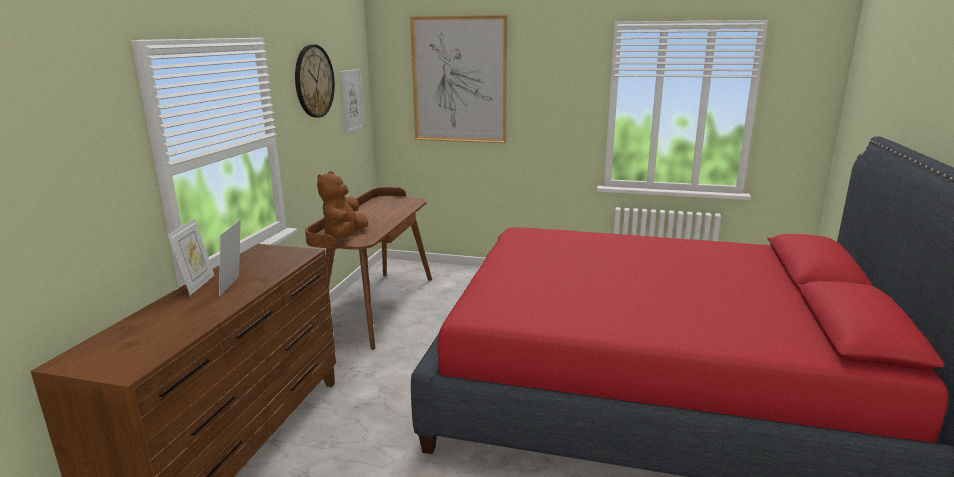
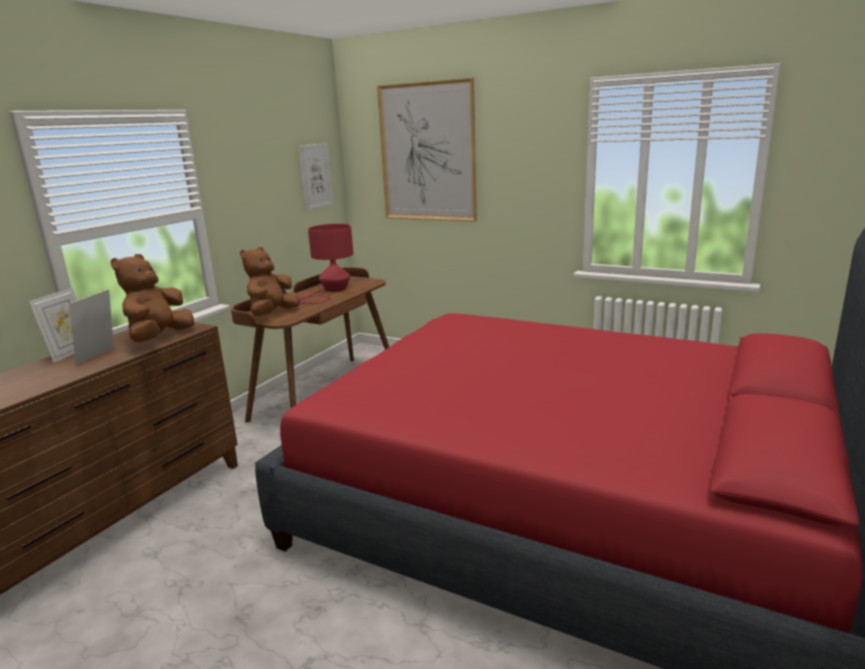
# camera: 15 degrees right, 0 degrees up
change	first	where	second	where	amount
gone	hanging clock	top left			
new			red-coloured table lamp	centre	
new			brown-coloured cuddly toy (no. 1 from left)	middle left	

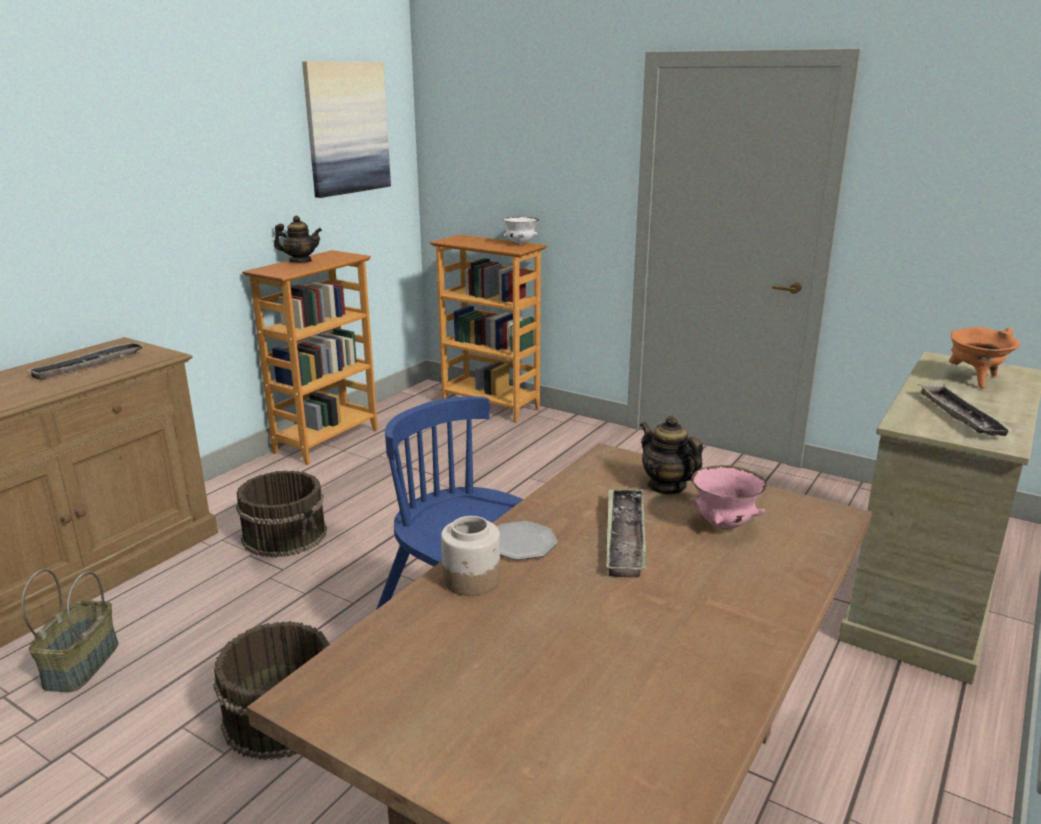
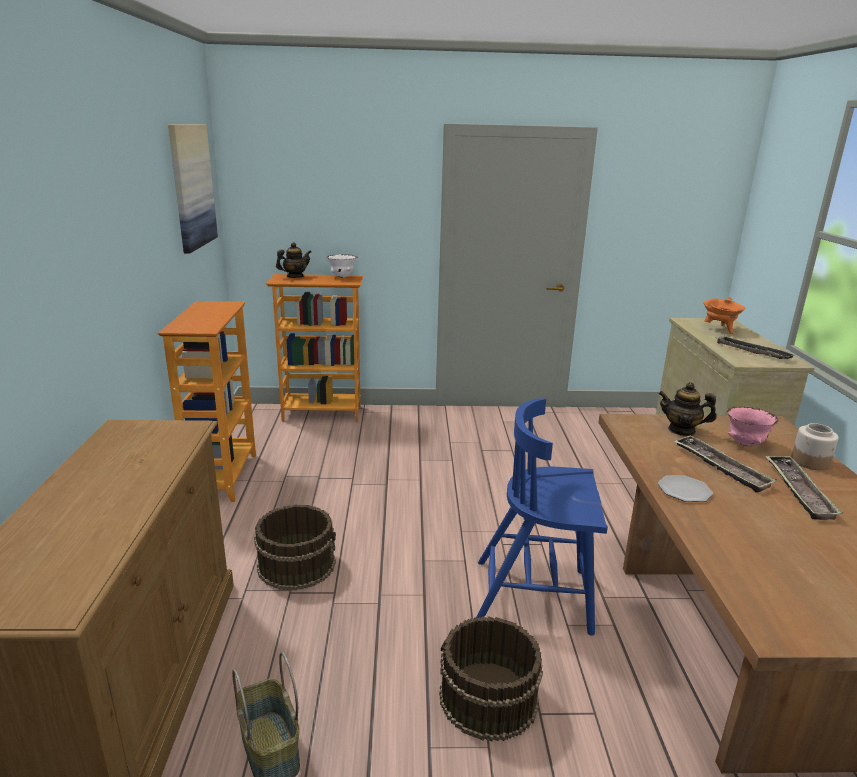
# camera: 35 degrees left, 0 degrees up
change	first	where	second	where	amount
shifted	tea pot (no. 1 from left)	top left		centre	
shifted	carrying tray (no. 1 from left in the first image)	middle left	carrying tray (no. 3 from left)	middle right	
shifted	jar	bottom centre		middle right	

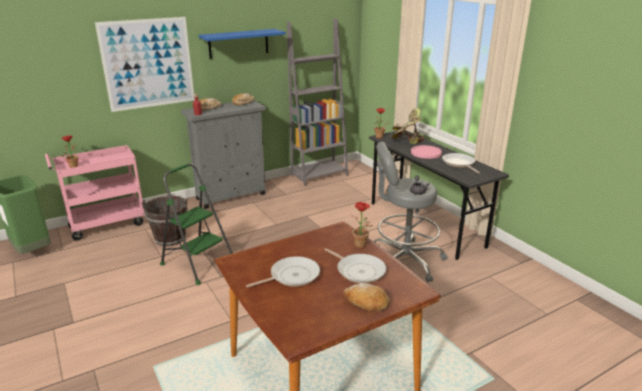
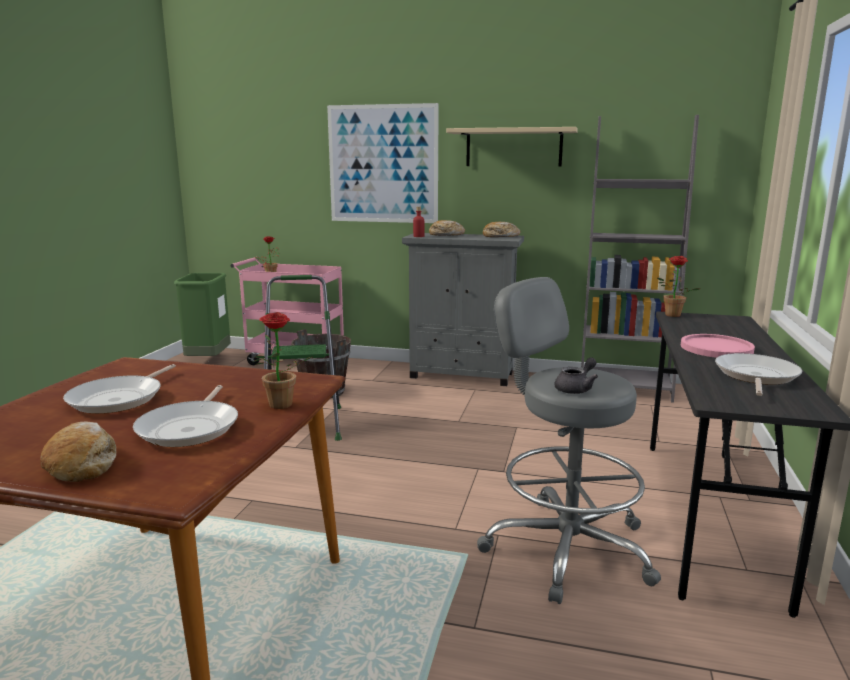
# camera: 45 degrees right, 10 degrees down
change	first	where	second	where	amount
repainted	bluish shelf	top centre	sand-coloured shelf	top centre	
gone	potted plant (no. 4 from left)	top centre			
rotated	frying pan (no. 1 from left)	bottom centre		middle left	90 degrees clockwise

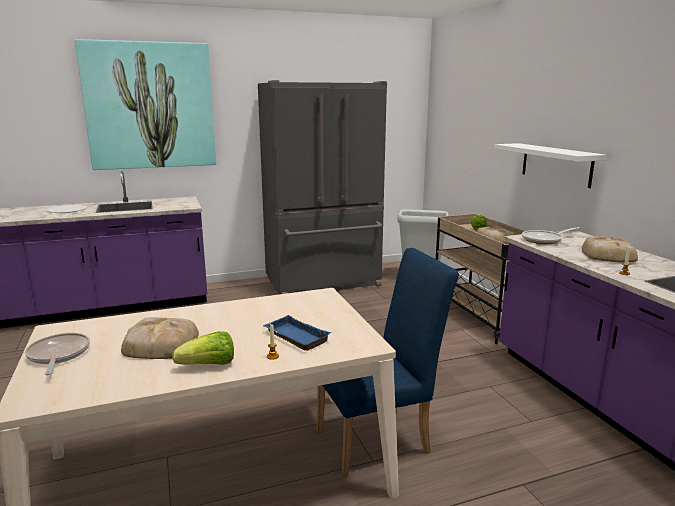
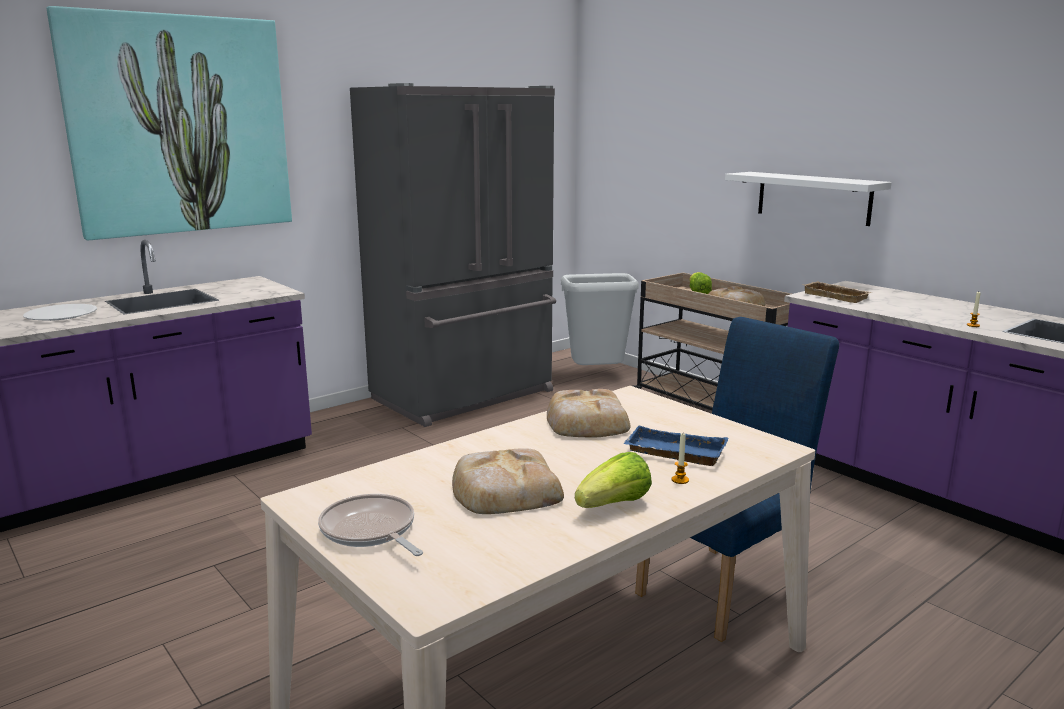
# camera: 20 degrees left, 0 degrees up
change	first	where	second	where	amount
swapped	frying pan (no. 2 from left)	middle right	sand-coloured carrying tray	middle right	
shifted	bread (no. 3 from left in the first image)	middle right	bread (no. 2 from left)	centre	

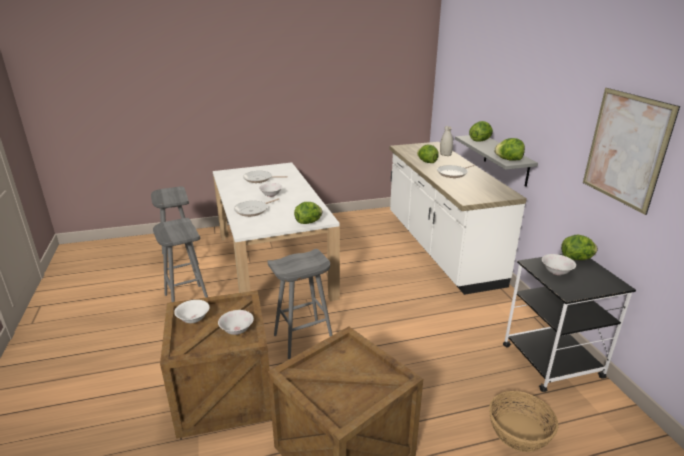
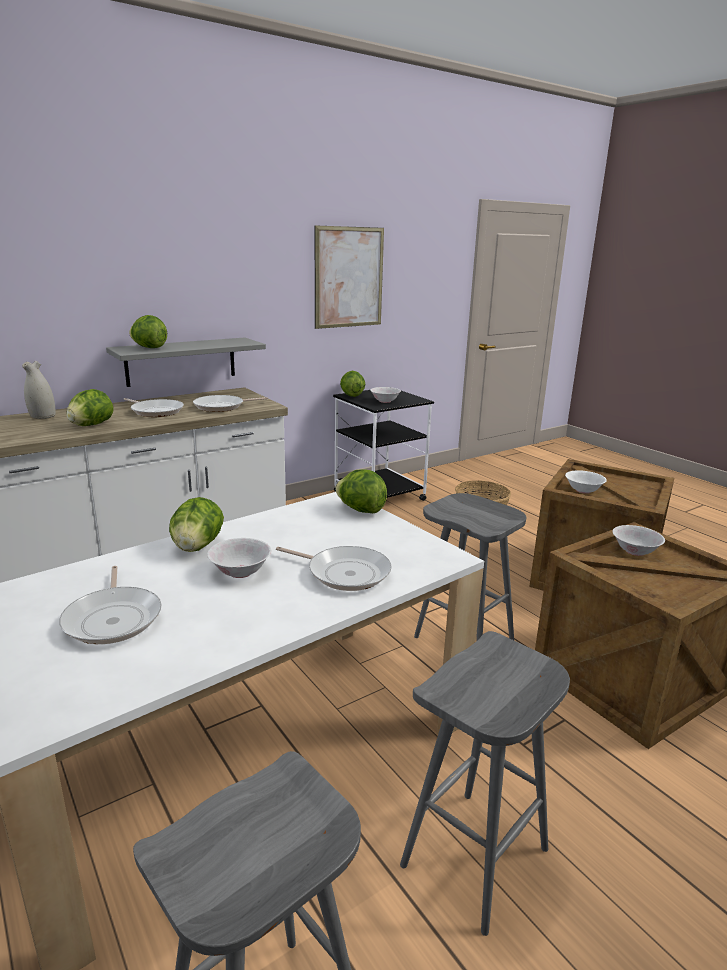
# camera: 110 degrees left, 5 degrees down
change	first	where	second	where	amount
shifted	head of lettuce (no. 4 from left in the first image)	top right	head of lettuce (no. 3 from left)	middle left	
shifted	white-coloured serving bowl (no. 1 from left in the first image)	bottom left	white-coloured serving bowl (no. 3 from left)	middle right	
new			frying pan (no. 3 from left)	middle left	

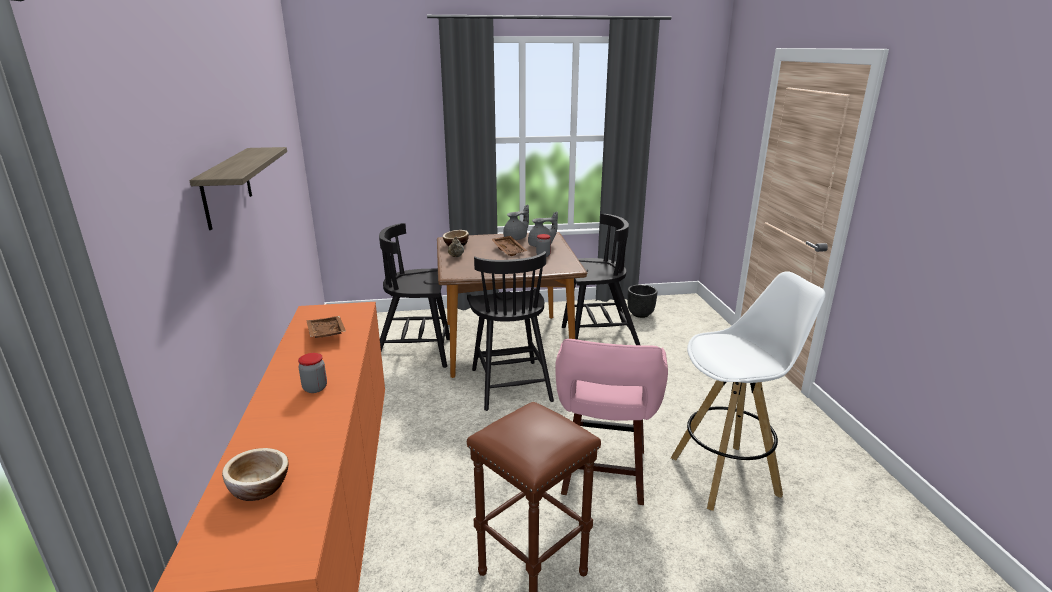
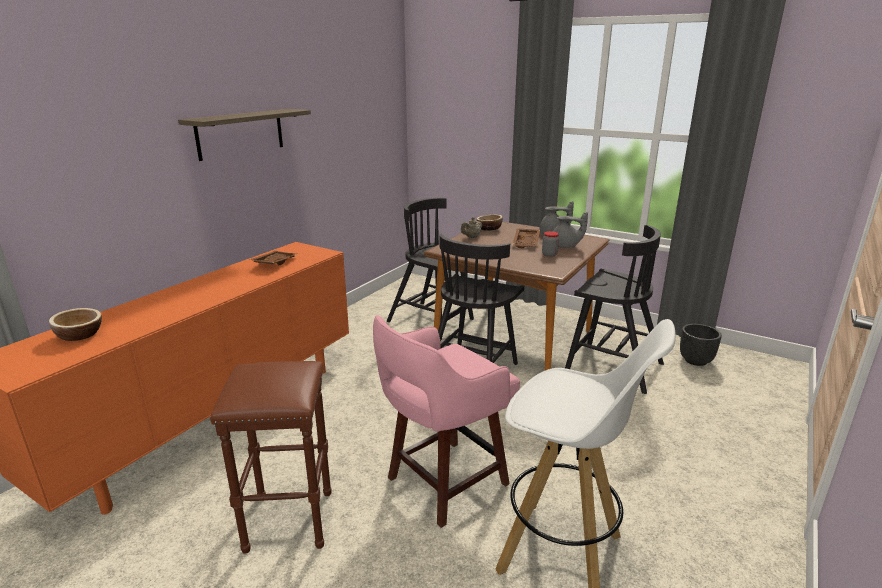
# camera: 40 degrees right, 0 degrees up
change	first	where	second	where	amount
gone	jar (no. 1 from left)	middle left			

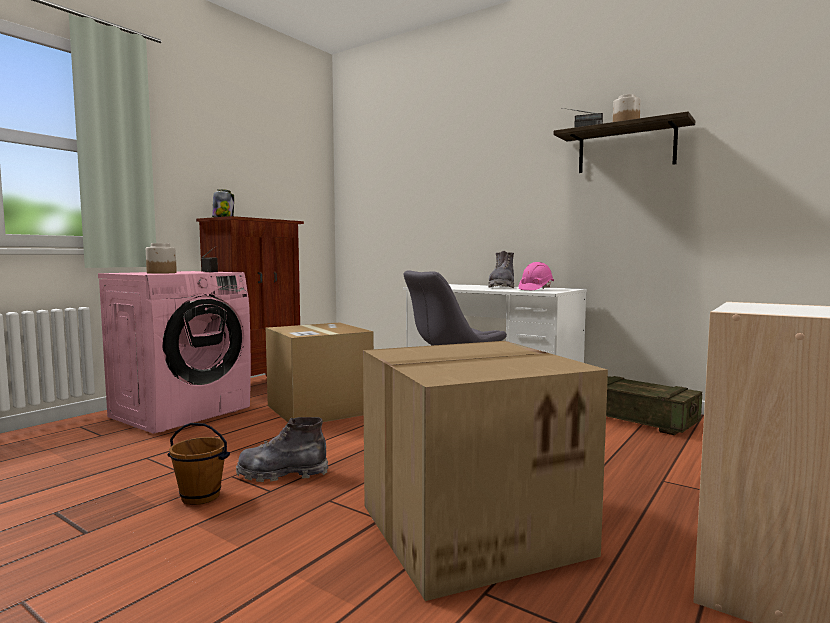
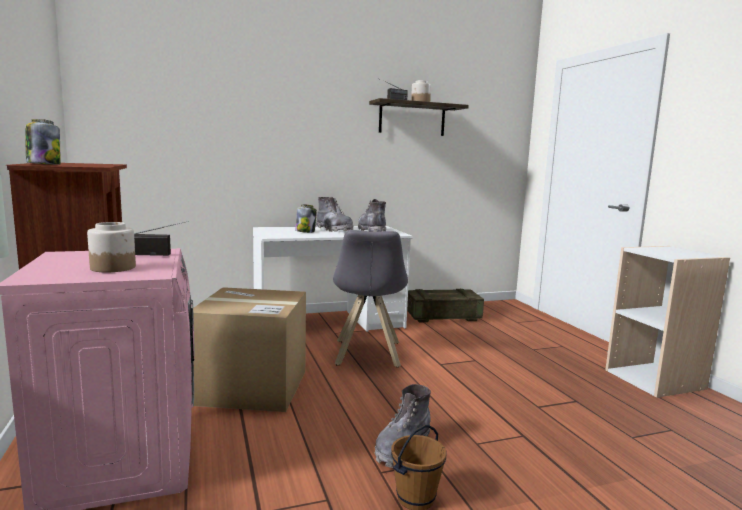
# camera: 55 degrees left, 5 degrees up
change	first	where	second	where	amount
swapped	pinkish hard hat	centre	grey high-top boot (no. 2 from left)	centre	
gone	carton (no. 2 from left)	bottom centre			
new			jar (no. 3 from left)	centre	

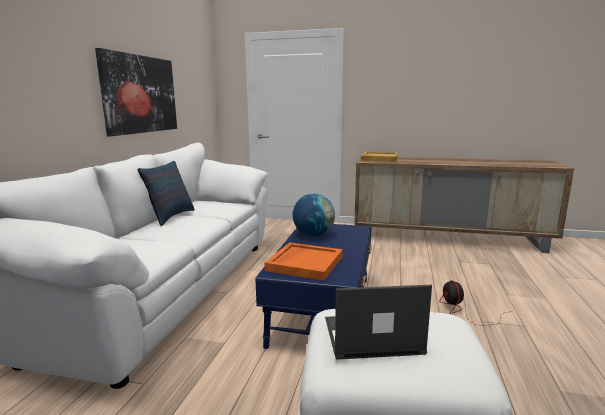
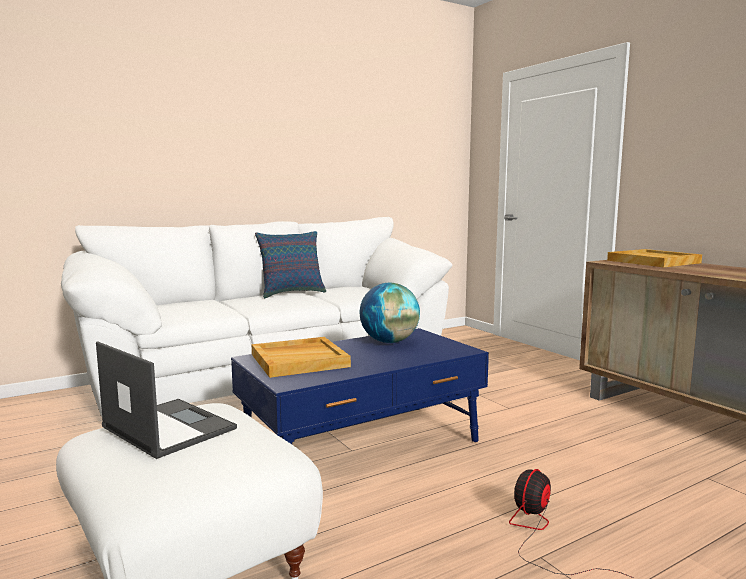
# camera: 45 degrees right, 5 degrees down
change	first	where	second	where	amount
gone	wall art	top left			
repainted	orange carrying tray	centre	sand-coloured carrying tray (no. 1 from left)	centre	

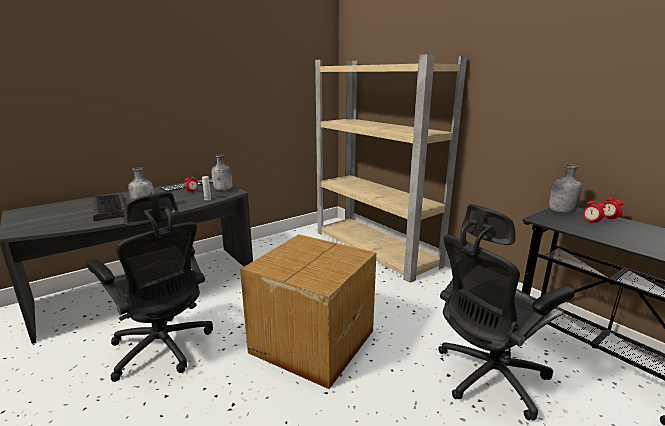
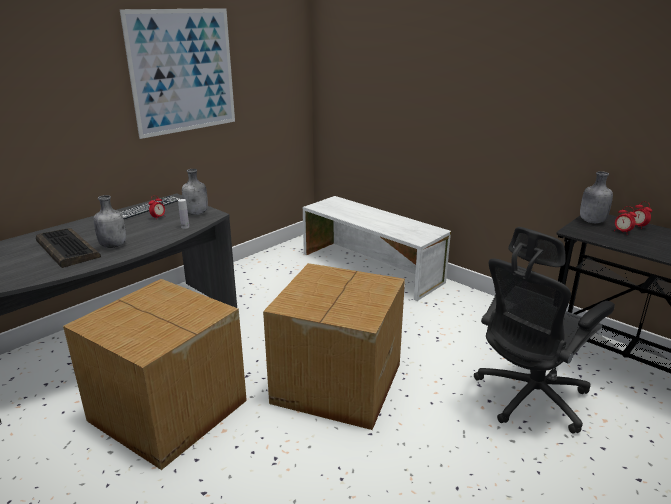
# camera: 10 degrees left, 5 degrees up
change	first	where	second	where	amount
swapped	sand-coloured shelving unit	centre	white-coloured bench	centre	
swapped	desk chair (no. 1 from left)	bottom left	carton (no. 1 from left)	bottom left	
new			wall art	top left	

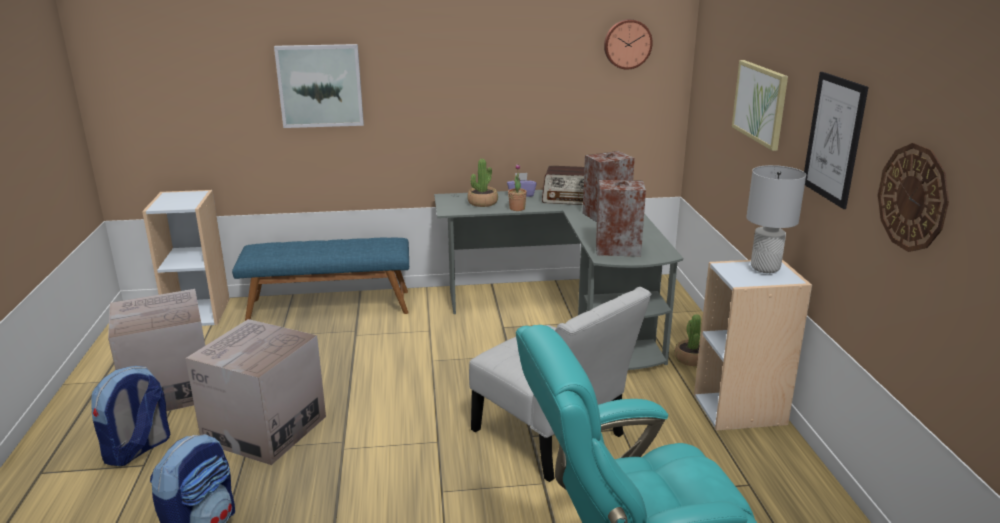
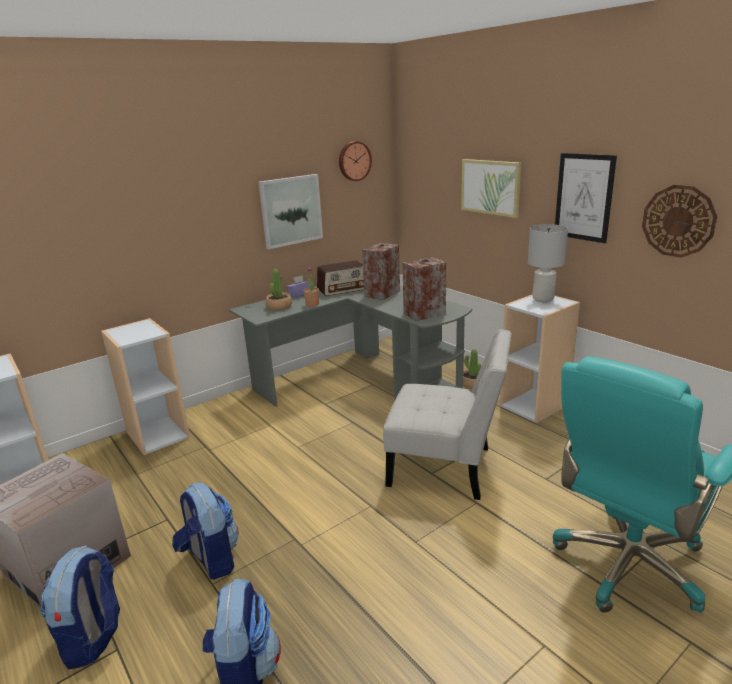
# camera: 30 degrees left, 0 degrees up
change	first	where	second	where	amount
shifted	wall art (no. 1 from left)	top left		top centre	
swapped	bluish bench	middle left	shelving unit (no. 2 from left)	middle left	
swapped	carton (no. 2 from left)	bottom left	knapsack (no. 2 from left)	bottom left	

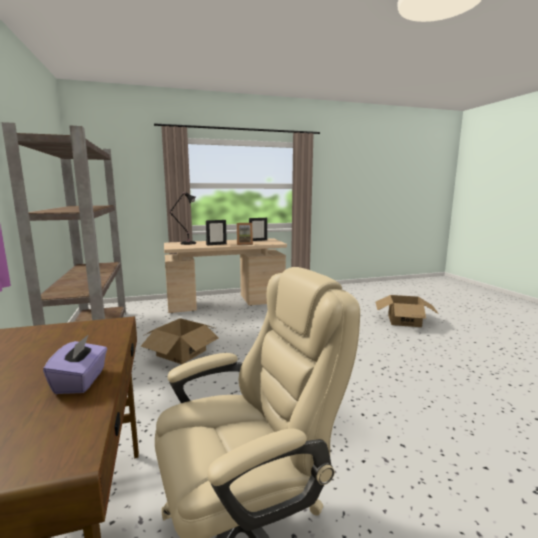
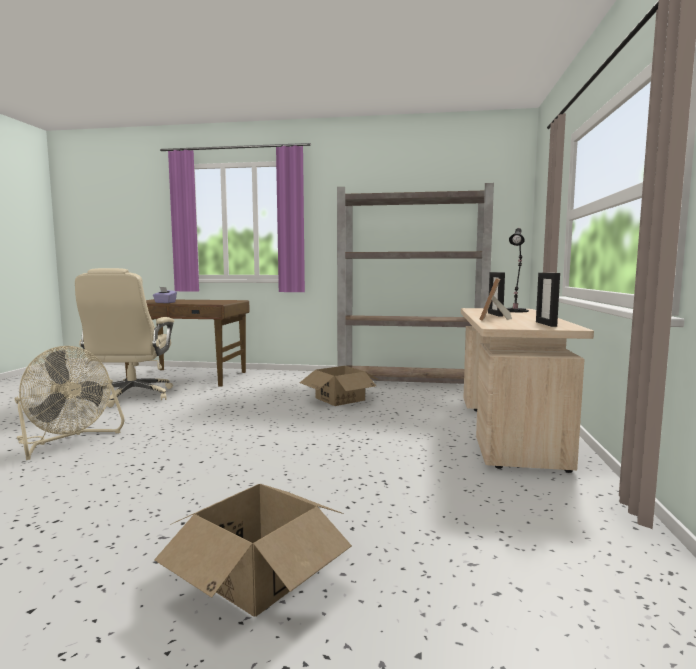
# camera: 115 degrees right, 5 degrees down
change	first	where	second	where	amount
new			sand-coloured fan	middle left	

